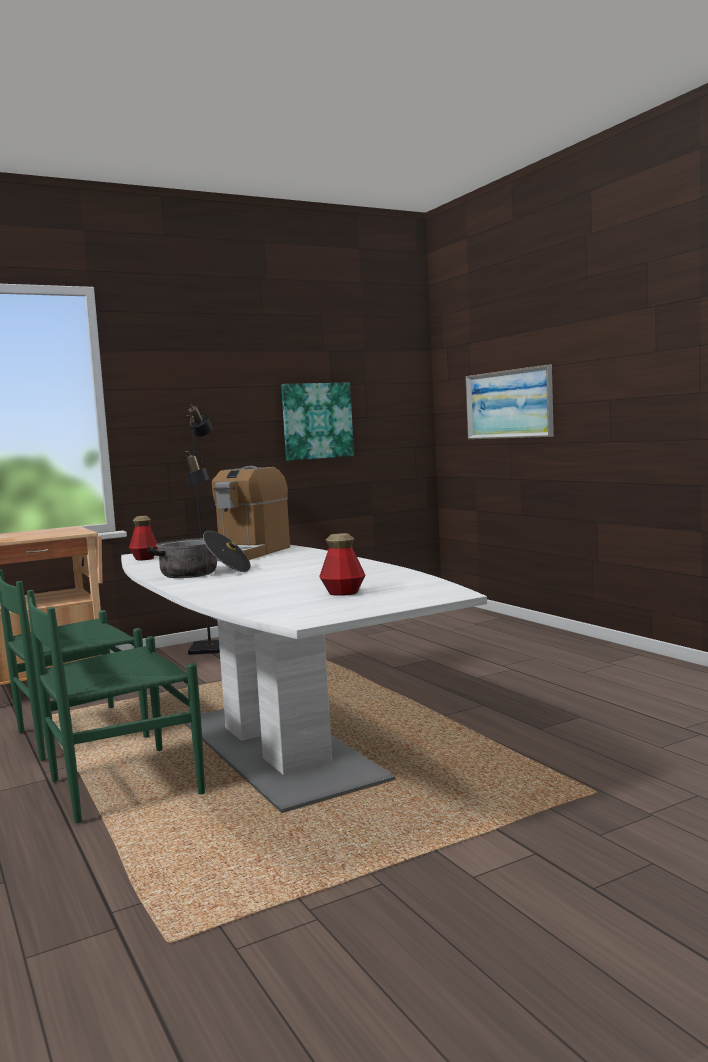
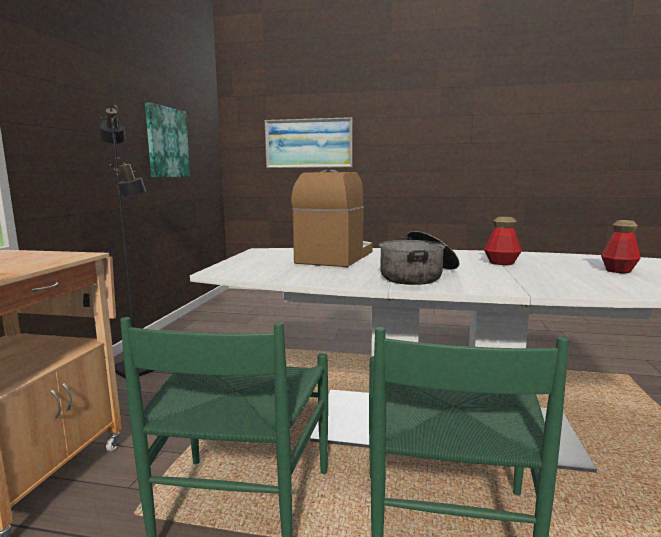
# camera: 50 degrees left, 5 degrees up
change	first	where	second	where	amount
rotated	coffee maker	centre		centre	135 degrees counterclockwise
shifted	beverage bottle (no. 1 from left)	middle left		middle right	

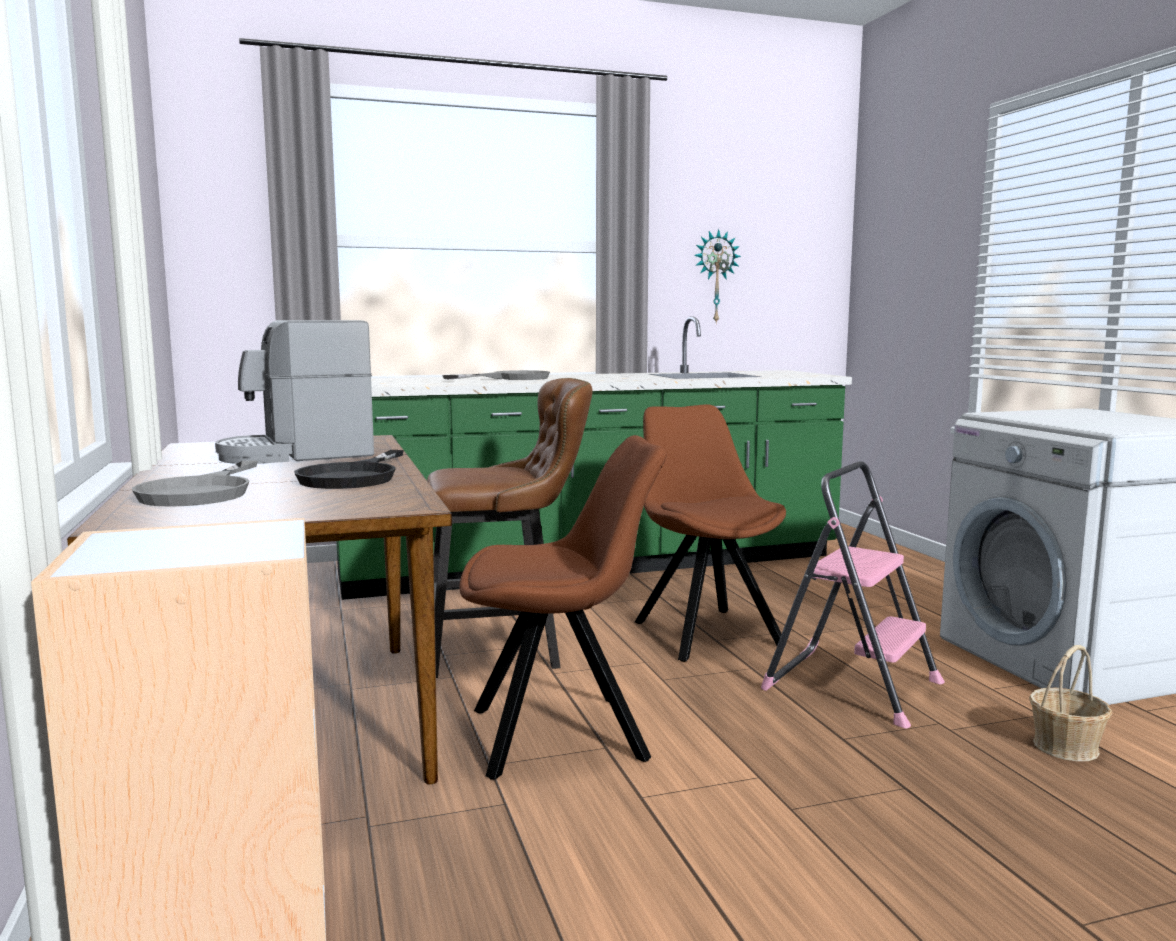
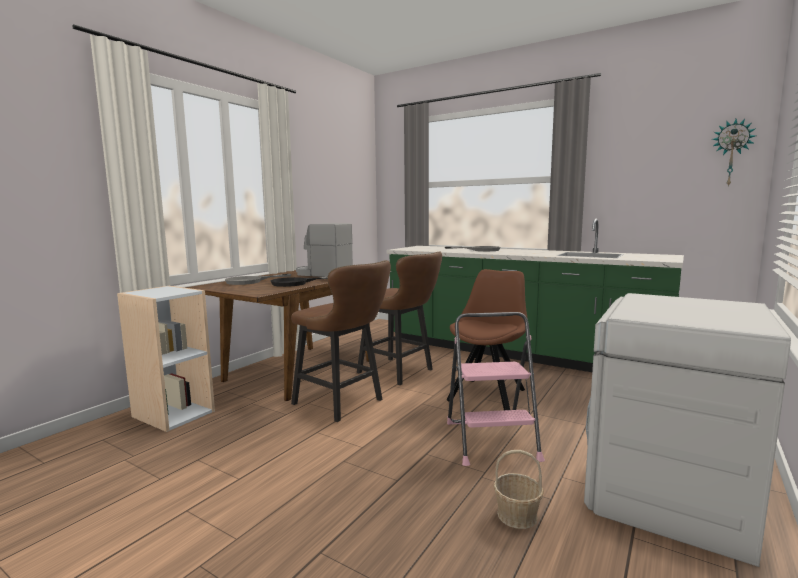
# camera: 50 degrees right, 0 degrees up
change	first	where	second	where	amount
shifted	hanging clock	top centre		top right	
swapped	brown-coloured upright chair (no. 1 from left)	centre	brown-coloured stool seat (no. 1 from left)	centre	

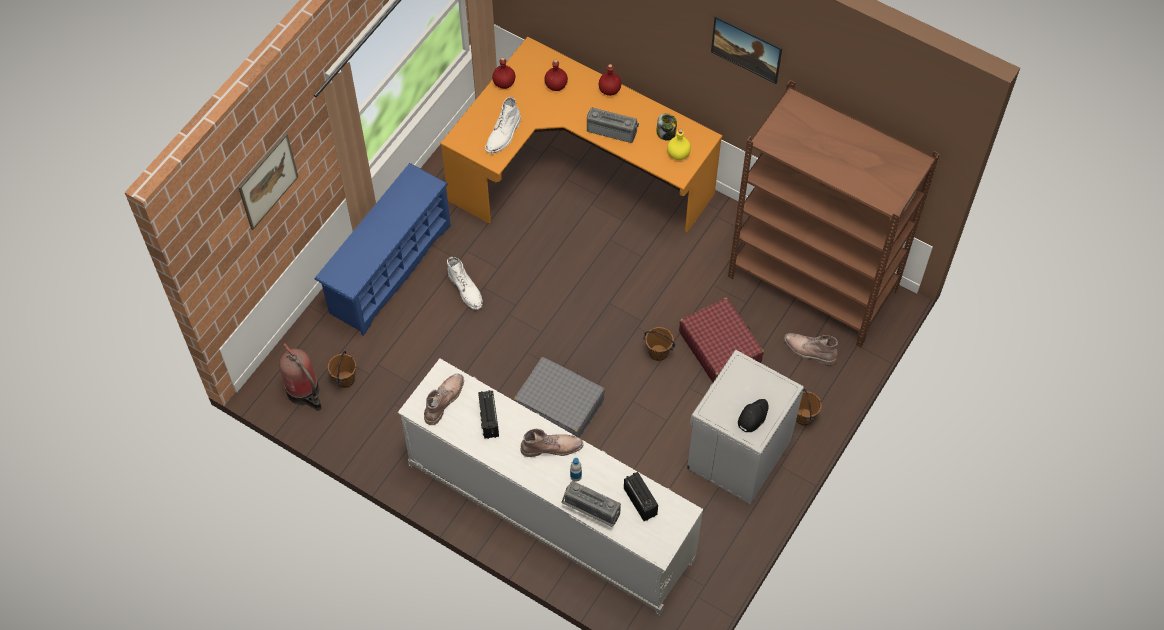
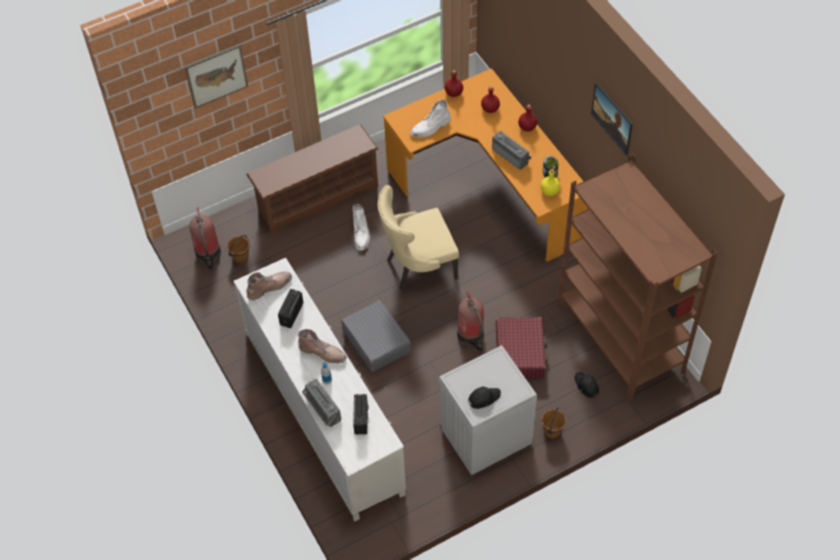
# camera: 30 degrees right, 5 degrees down
change	first	where	second	where	amount
repainted	bluish shoe rack	middle left	brown-coloured shoe rack	top centre	
swapped	brown-coloured water bucket (no. 2 from left)	centre	extinguisher (no. 2 from left)	centre	
swapped	brown-coloured high-top boot (no. 3 from left)	middle right	black cap (no. 2 from left)	bottom right	
new			sand-coloured upright chair	centre	

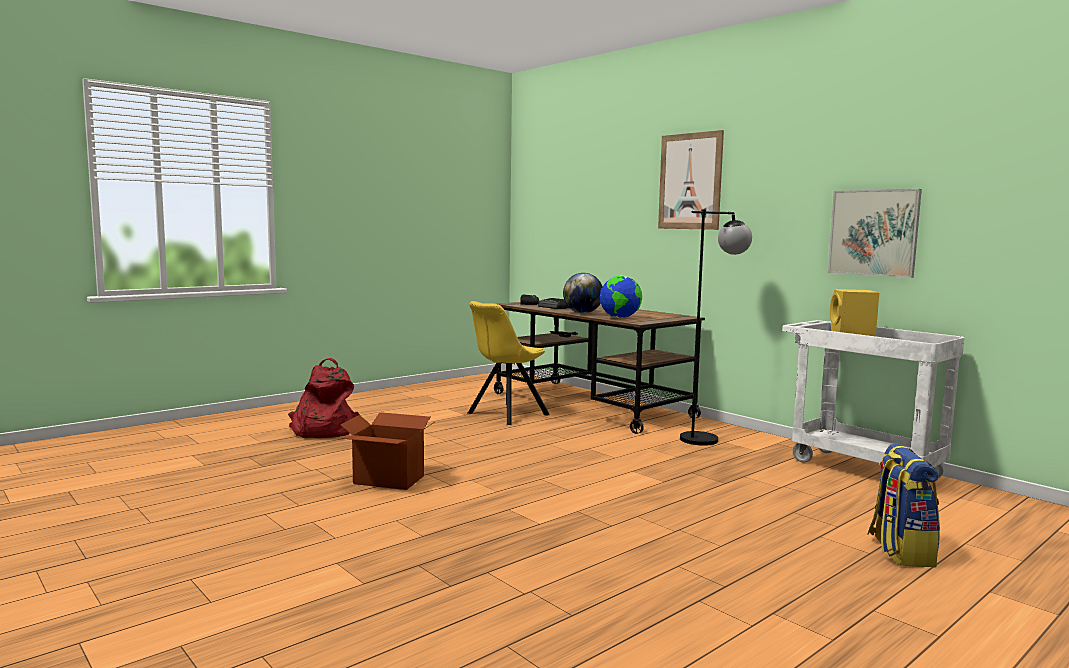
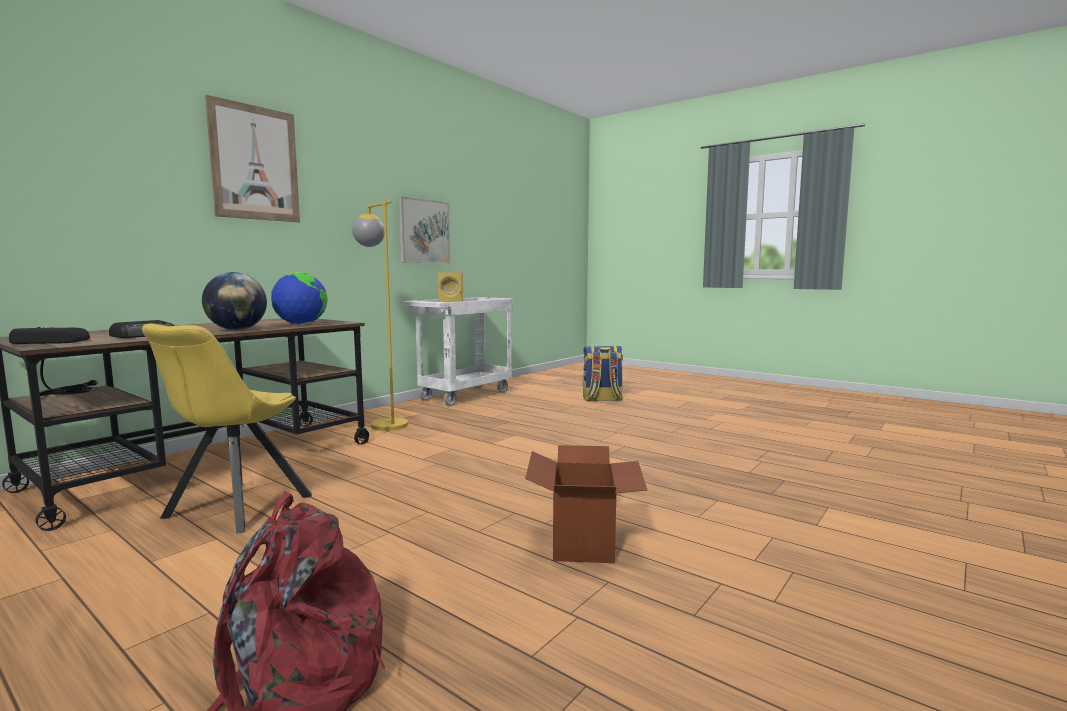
# camera: 100 degrees left, 0 degrees up
change	first	where	second	where	amount
repainted	black standing lamp	middle right	yellowish standing lamp	centre	
rotated	yellowish upright chair	centre		middle left	75 degrees clockwise

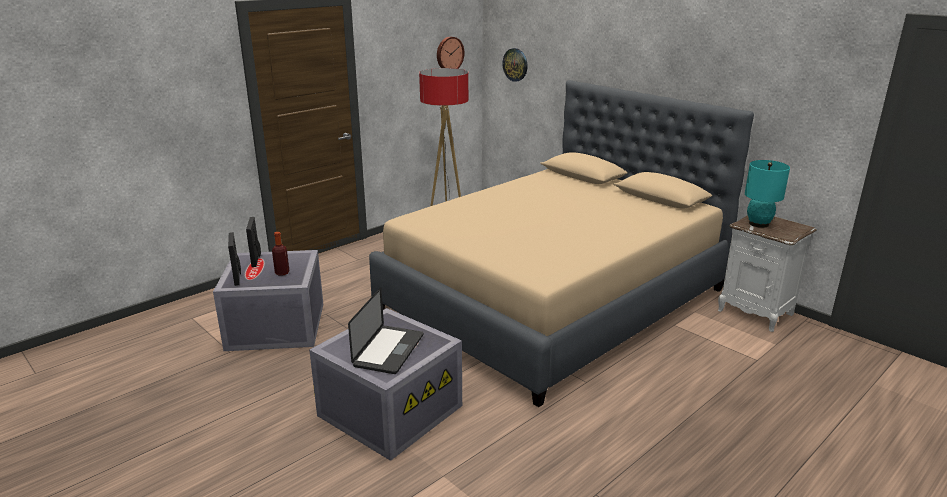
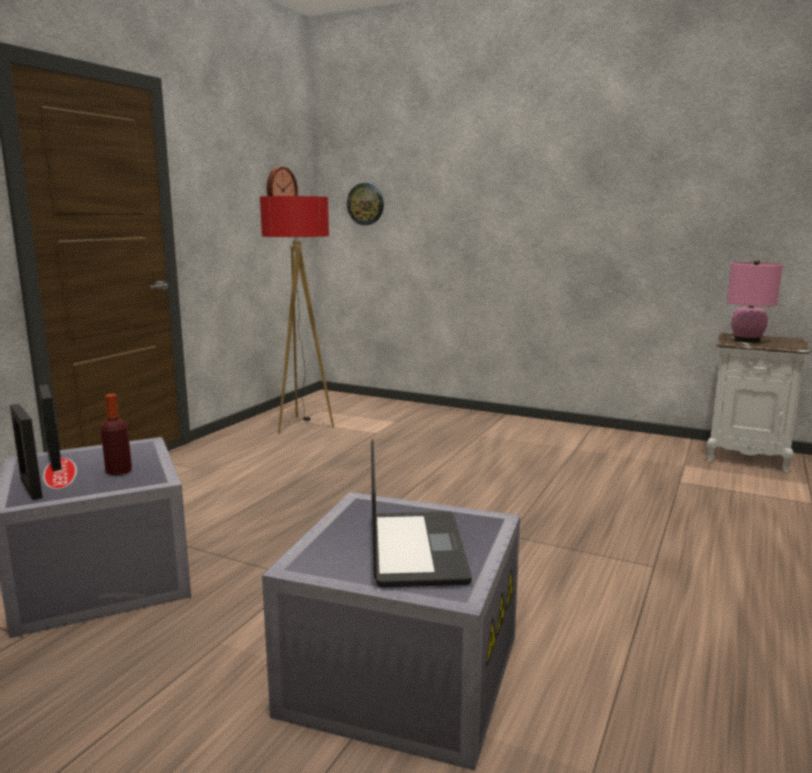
# camera: 20 degrees left, 10 degrees down
change	first	where	second	where	amount
gone	sand-coloured sleeping bed	centre			
repainted	turquoise-coloured table lamp	middle right	pinkish table lamp	middle right	

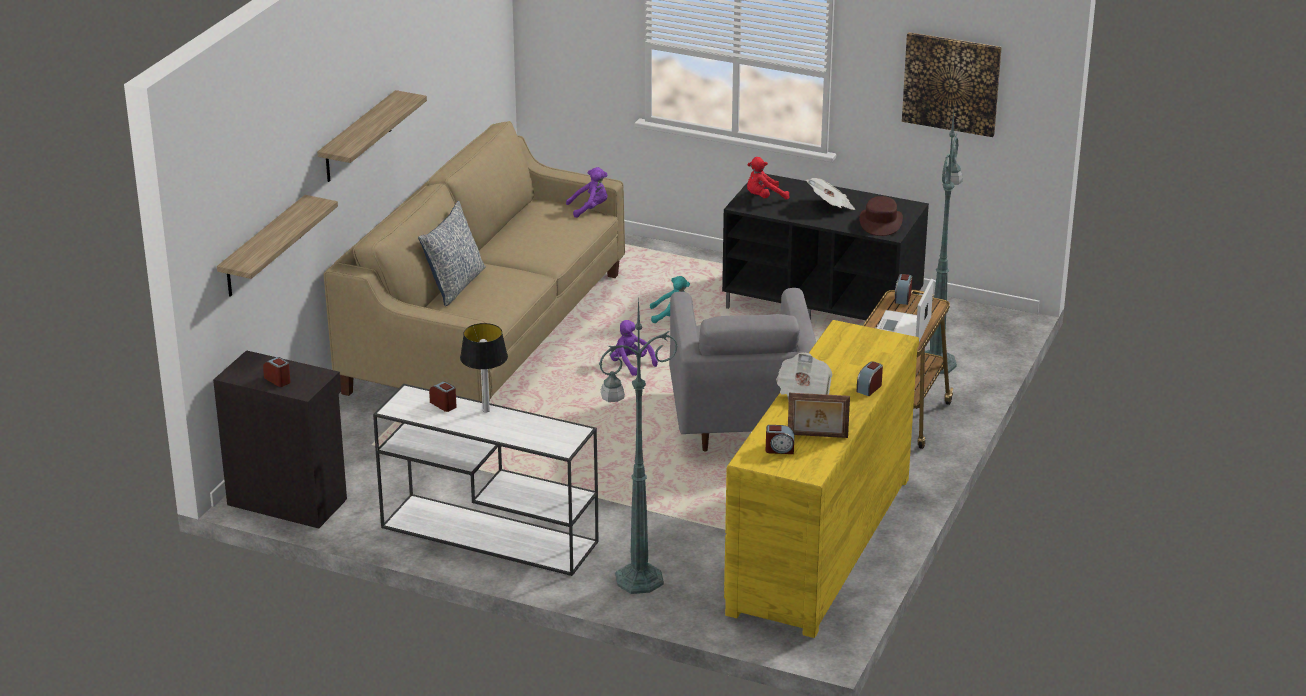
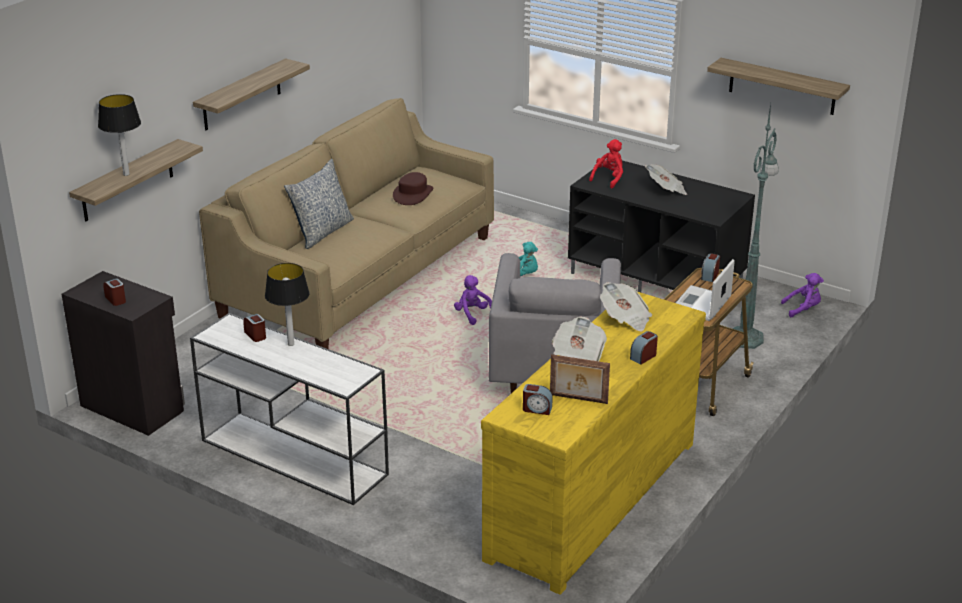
# camera: 10 degrees right, 0 degrees up
change	first	where	second	where	amount
swapped	wall art	top right	shelf (no. 3 from left)	top right	
rotated	red-coloured cuddly toy	top centre		top centre	135 degrees clockwise
shifted	purple-coloured cuddly toy (no. 1 from left in the first image)	top centre	purple-coloured cuddly toy (no. 2 from left)	middle right	
shifted	brown-coloured clothing hat	top right		top centre	
gone	greenish standing lamp (no. 1 from left)	centre			
new			table lamp (no. 1 from left)	top left	
new			newspaper (no. 2 from left)	centre	

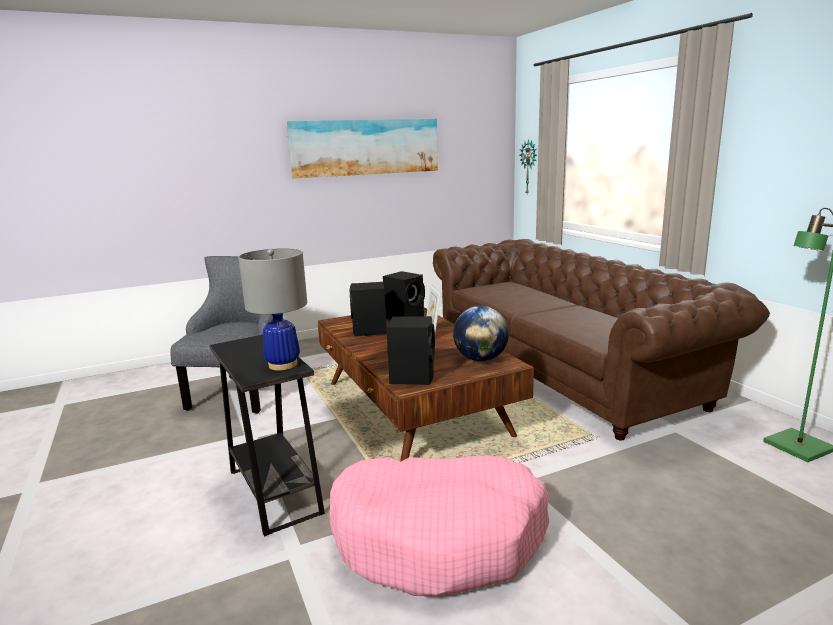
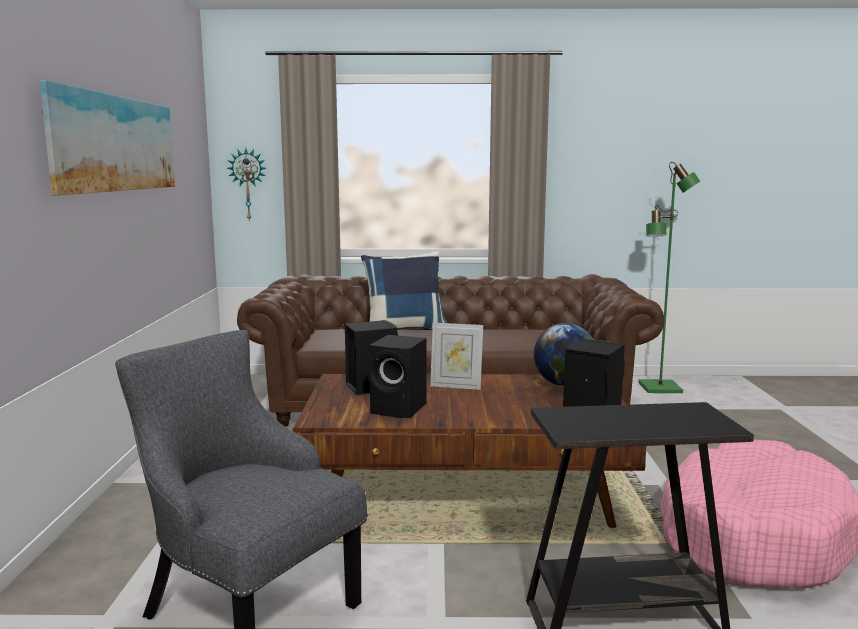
# camera: 65 degrees left, 5 degrees down
change	first	where	second	where	amount
gone	grey table lamp	middle left			
new			bluish pillow	centre	

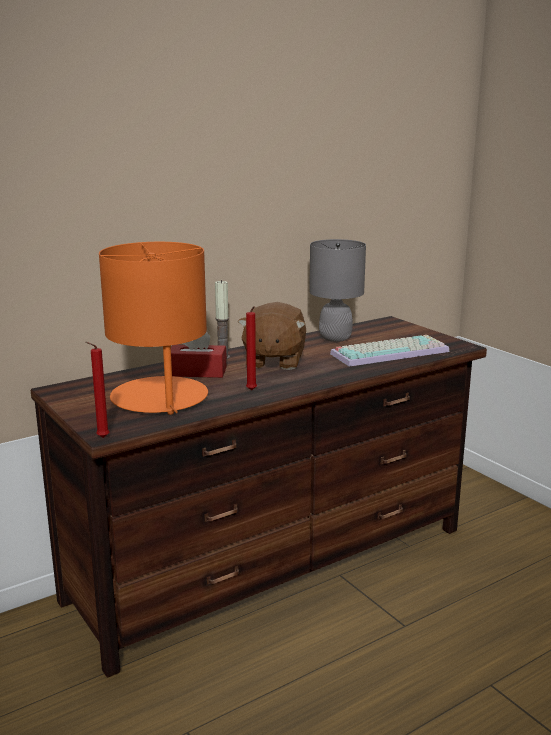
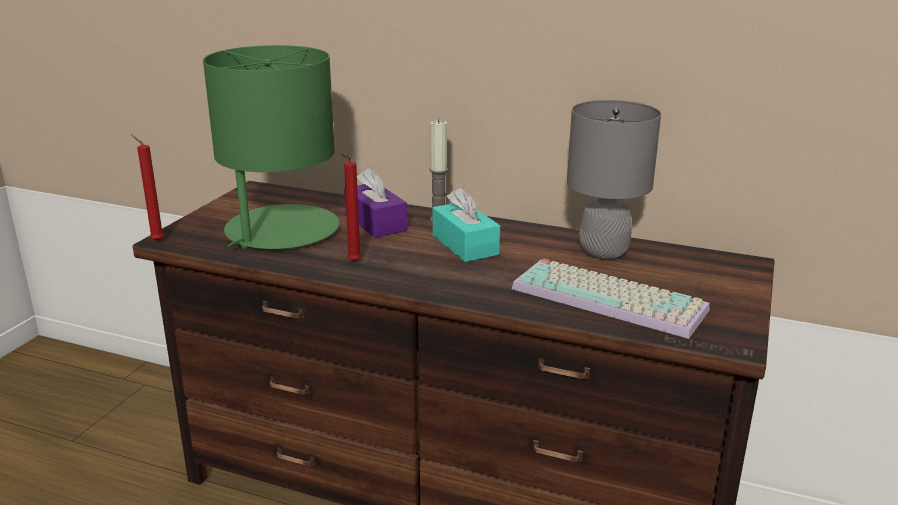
# camera: 55 degrees right, 5 degrees up
change	first	where	second	where	amount
repainted	orange table lamp	middle left	greenish table lamp	top left	
swapped	brown-coloured cuddly toy	centre	turquoise-coloured tissue box	centre	
repainted	red-coloured tissue box	centre	purple-coloured tissue box	centre	

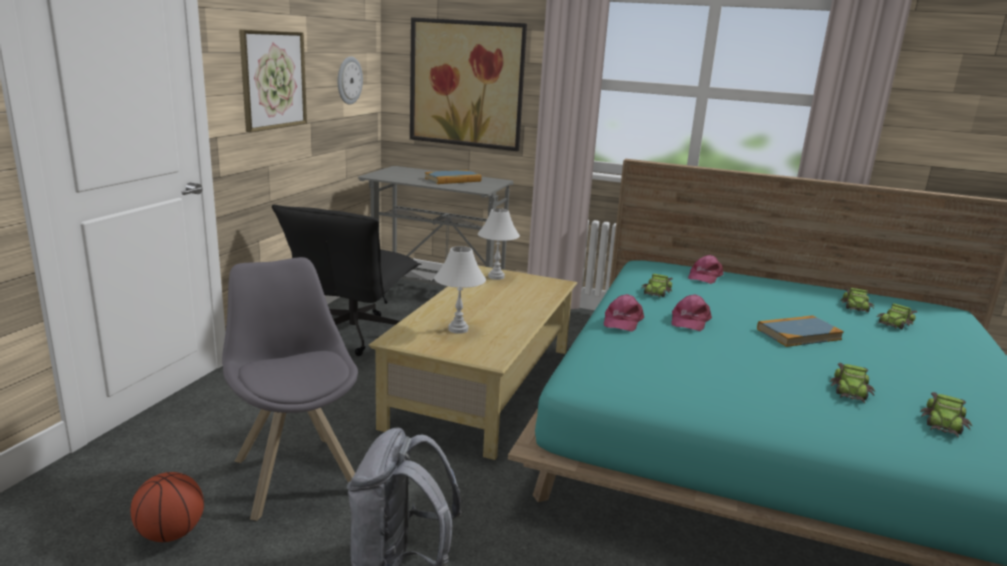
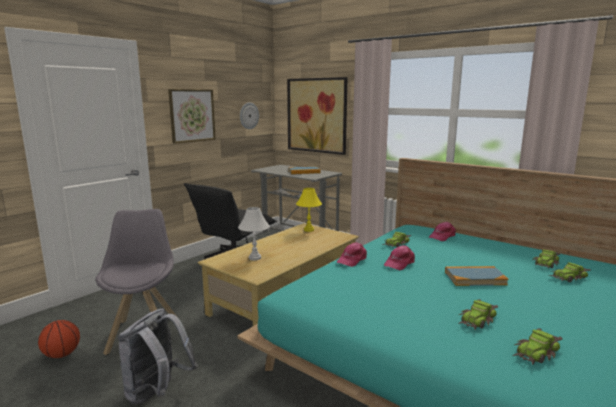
# camera: 20 degrees right, 5 degrees down
change	first	where	second	where	amount
repainted	white-coloured table lamp (no. 2 from left)	centre	yellowish table lamp	centre	

